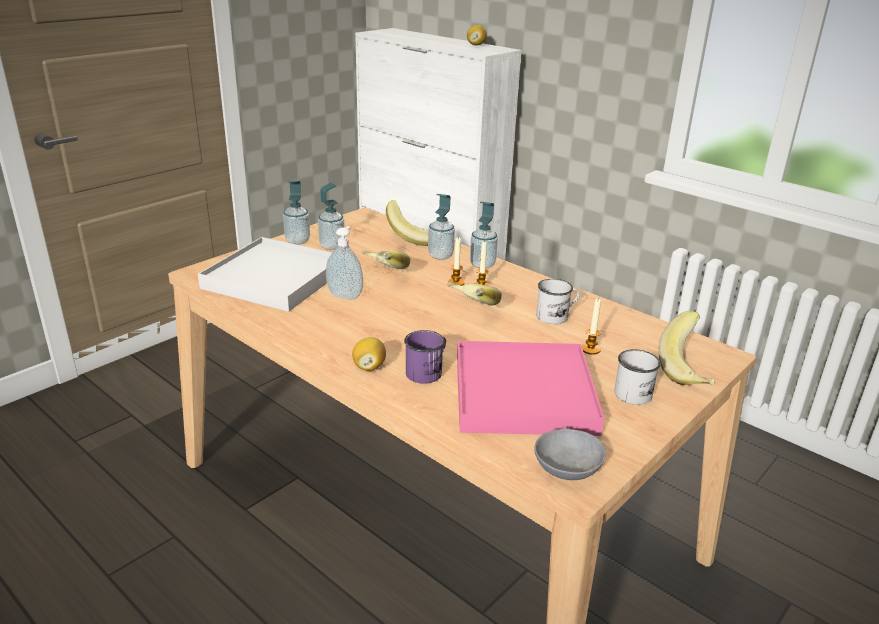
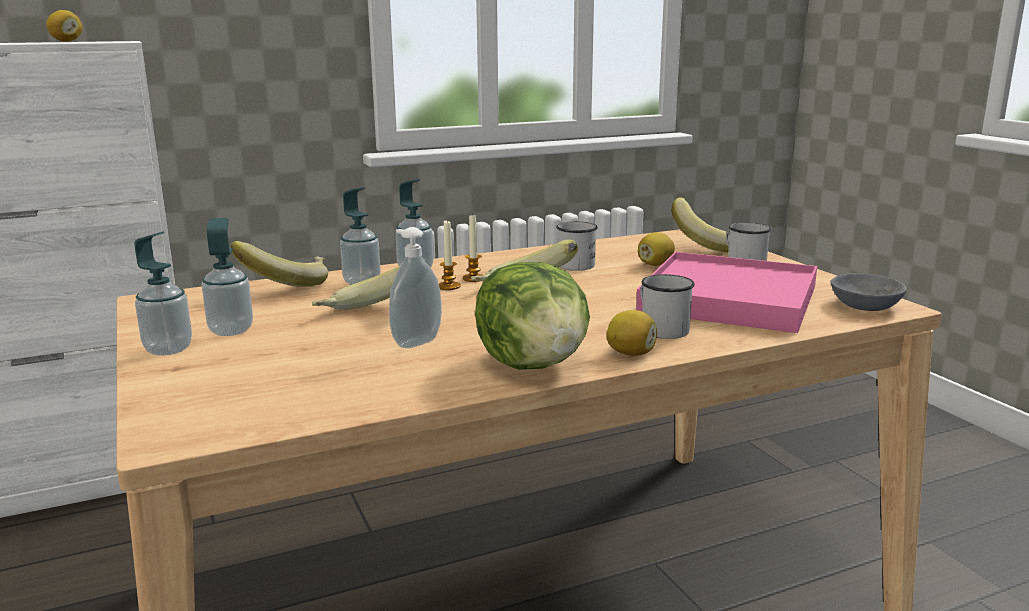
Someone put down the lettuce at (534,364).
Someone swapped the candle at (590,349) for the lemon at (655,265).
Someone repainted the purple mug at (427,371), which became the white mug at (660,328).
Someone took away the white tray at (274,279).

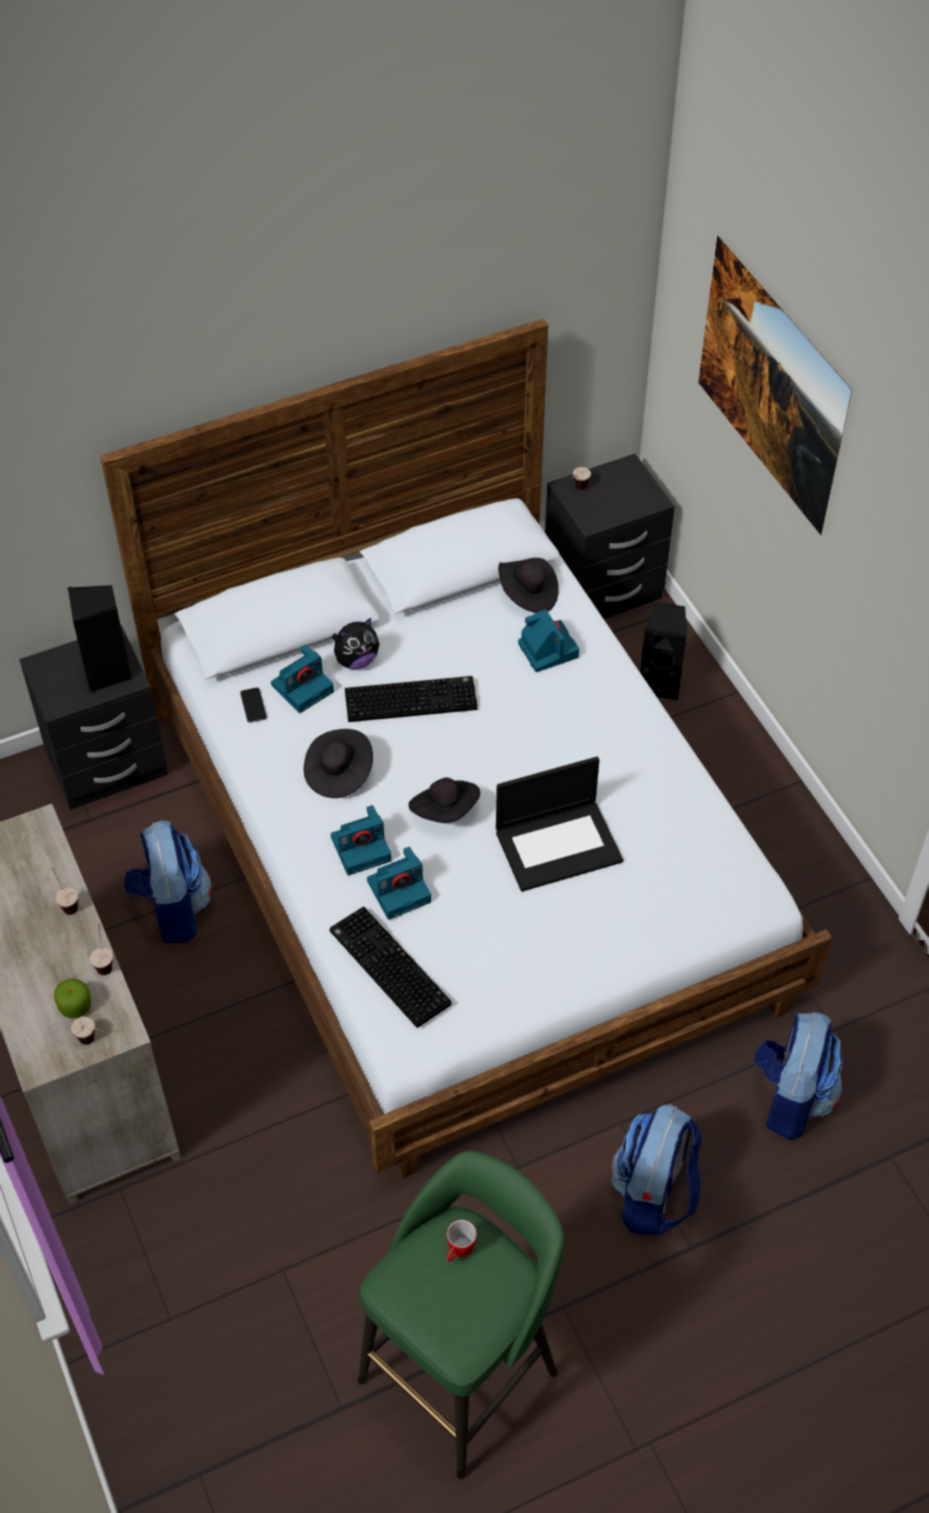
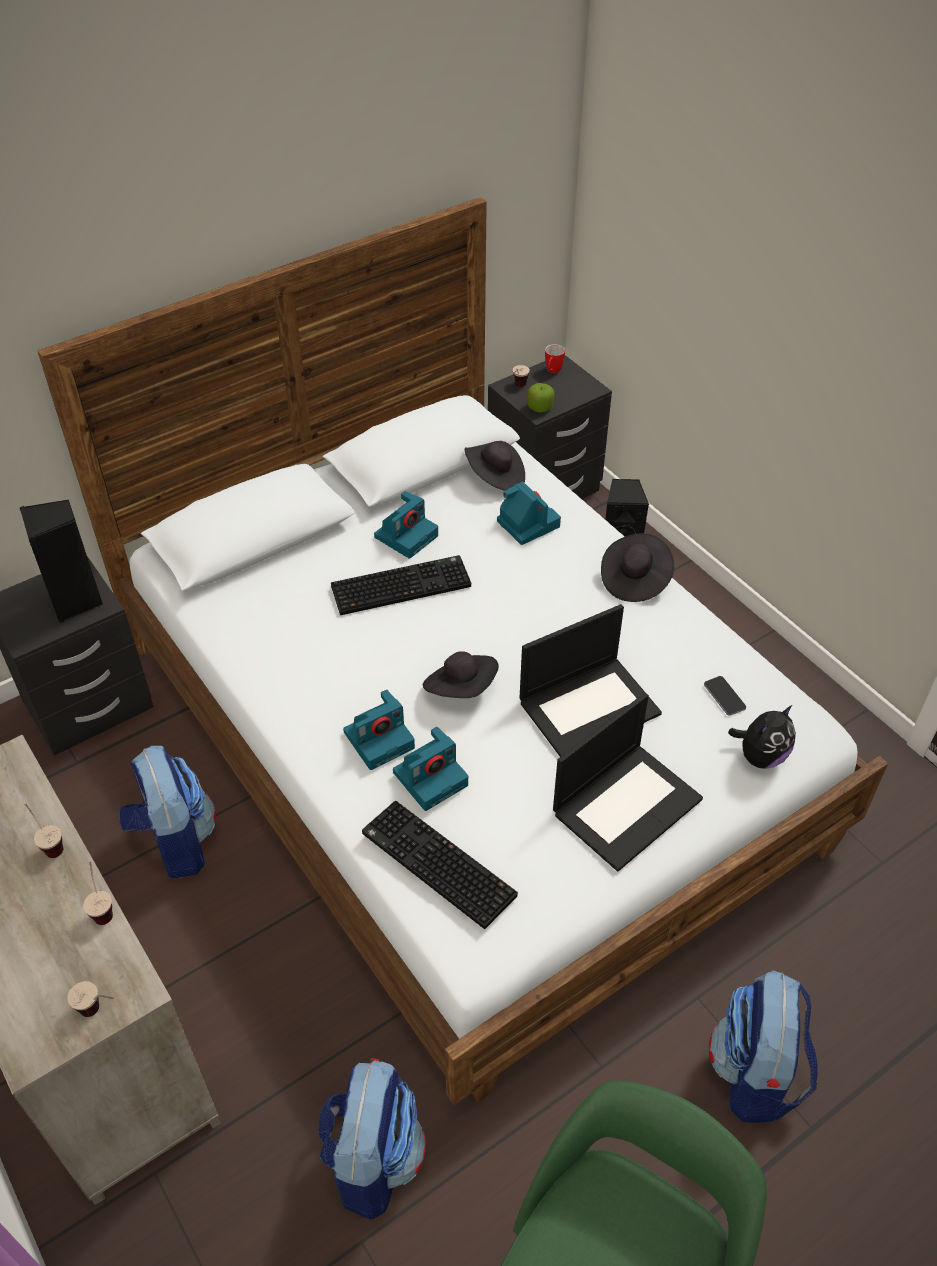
Someone carried the backpack from (790,1097) to (372,1158).
Someone carried the photo camera from (303,687) to (406,535).
Someone carried the apple from (75,1006) to (540,407).
Someone carried the mug from (458,1252) to (552,371).
Someone put down the laptop at (627,804).
Someone carried the black hat from (339,773) to (634,579).
Someone carried the phone from (253,706) to (724,697).
Someone carried the plush toy from (356,660) to (760,756).
Someone took away the picture at (763,421).

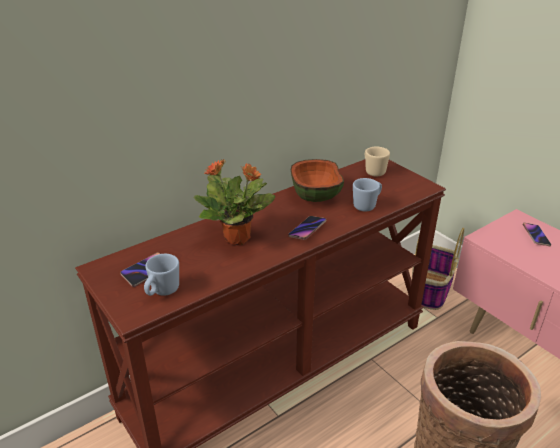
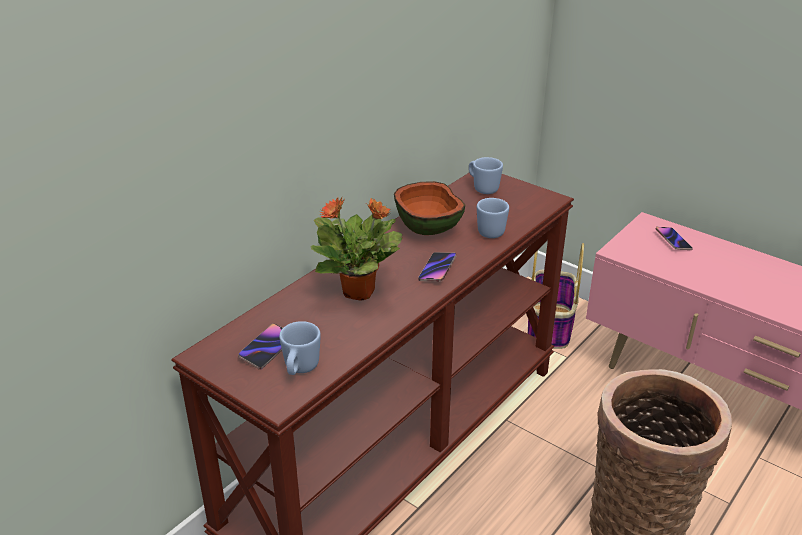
Someone repainted the beige mug at (373,171), which became the blue mug at (482,188).

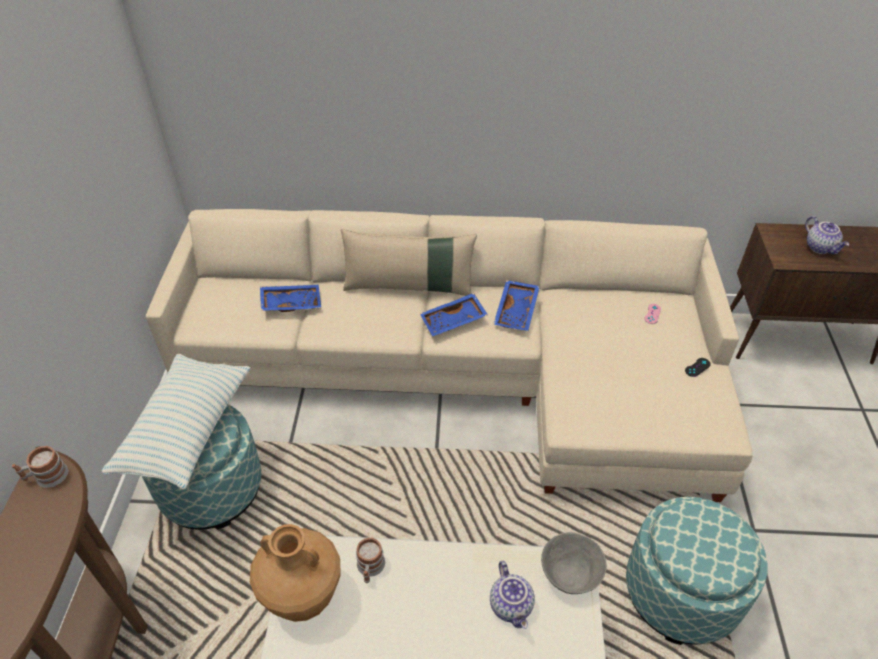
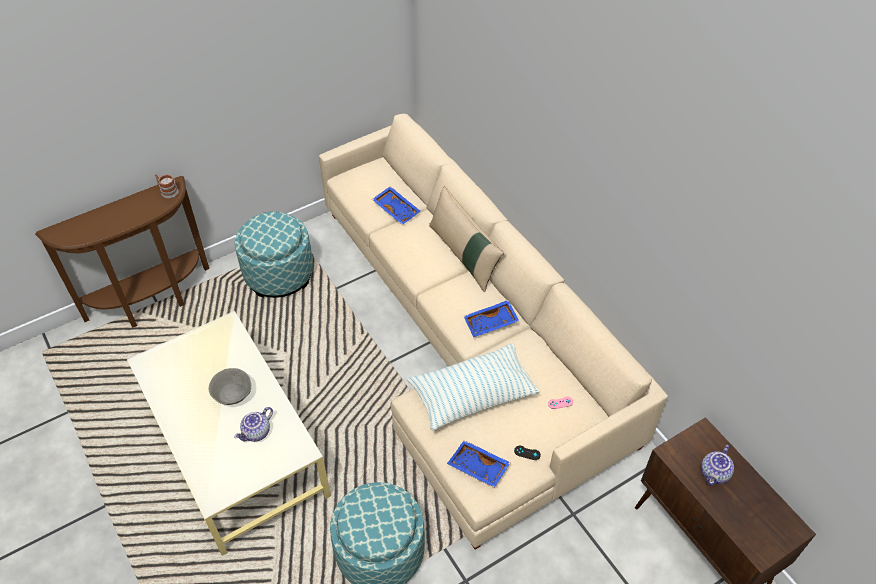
Someone carried the grey bowl from (570,575) to (232,395).
Someone carried the pillow from (186,430) to (472,395).
Someone carried the blue tray from (453,321) to (477,468).
Someone took away the brown vase at (302,597).
Someone took away the mug at (370,568).

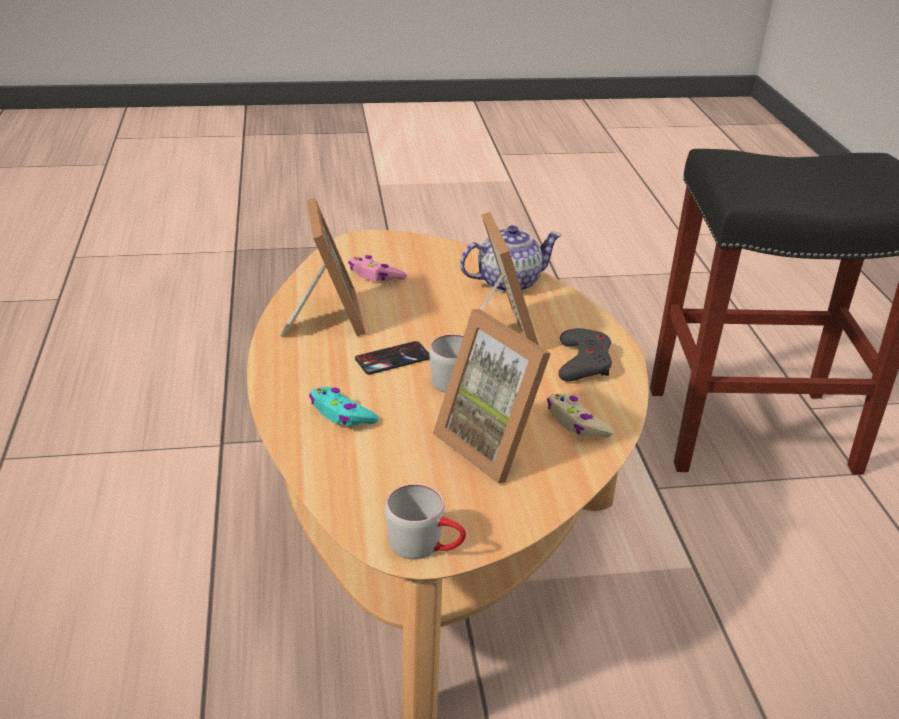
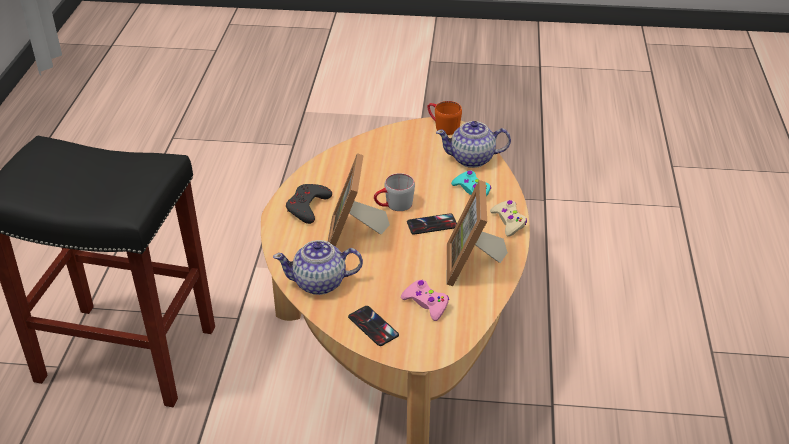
Someone put down the phone at (373,326).
Someone repainted the grey mug at (426,546), which became the orange mug at (442,126).
Someone put down the teapot at (472,159).
Someone carried the beige game controller from (576,423) to (508,222).
Someone took away the picture frame at (494,444).

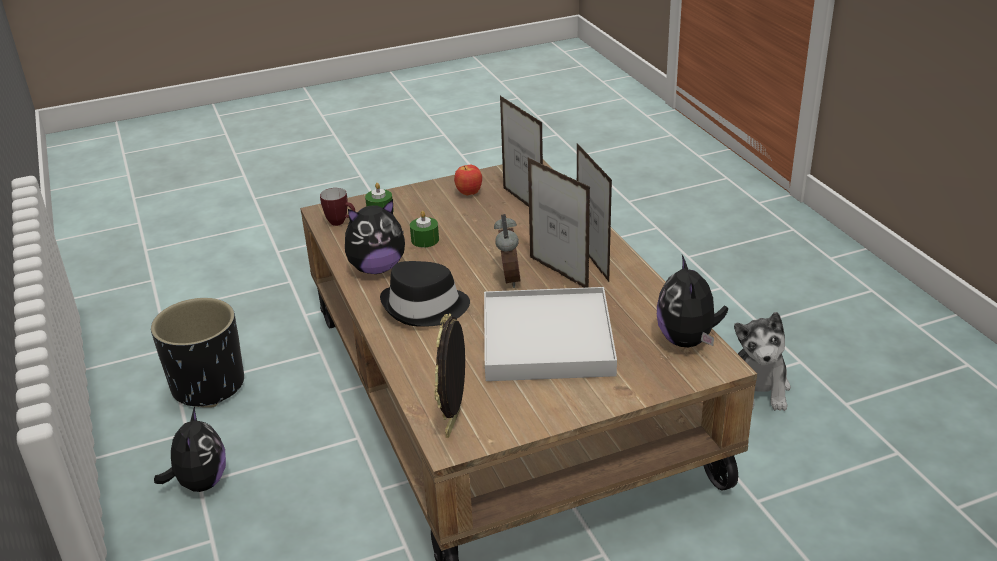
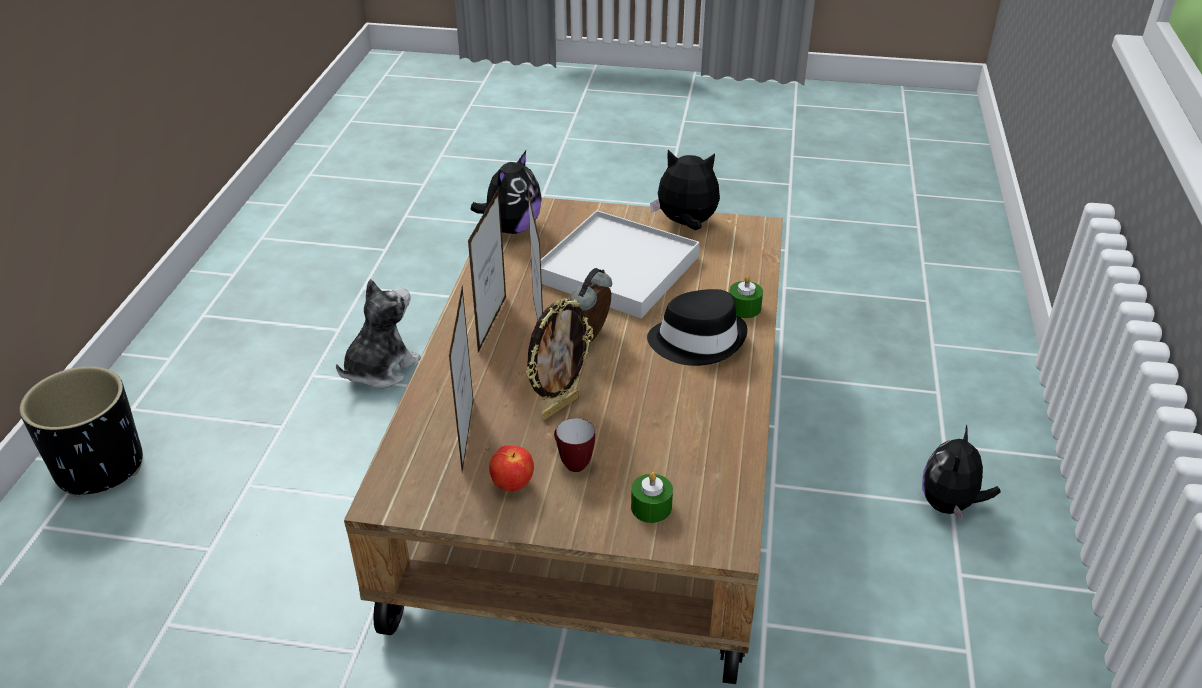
Someone carried the black planter from (208,385) to (99,468).
Someone carried the picture frame from (455,423) to (559,406).
Someone carried the mug from (341,222) to (571,463).
Someone carried the plush toy from (377,268) to (686,224).
Someone carried the green candle from (425,240) to (744,308).

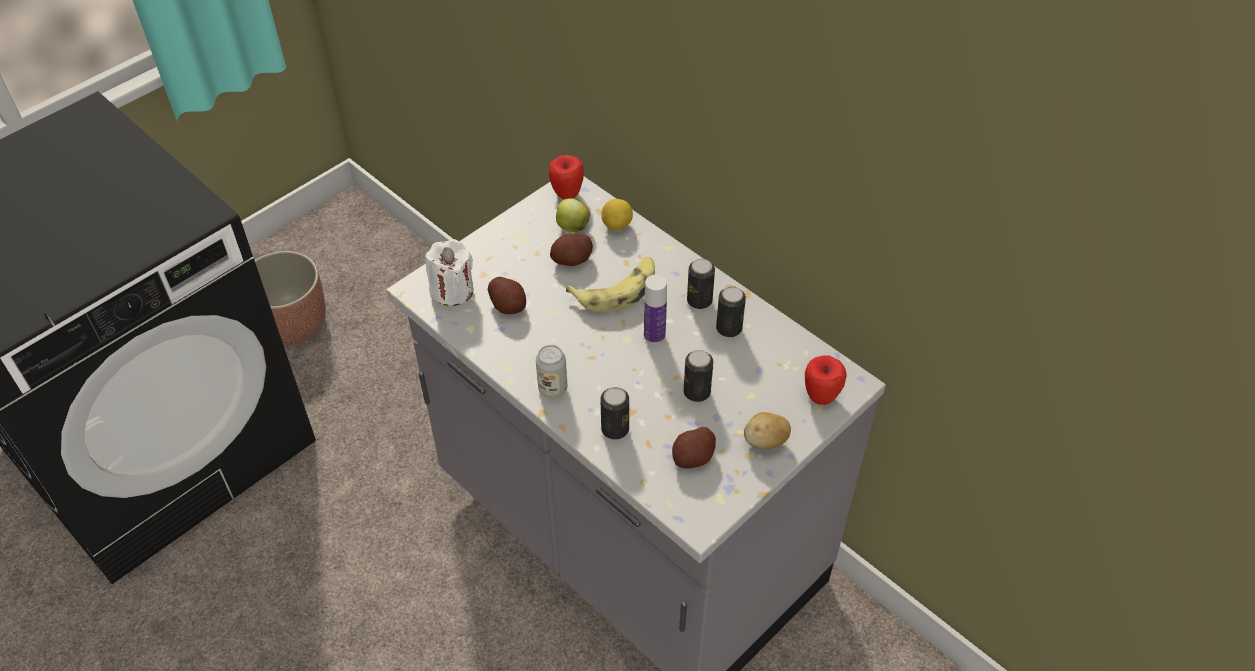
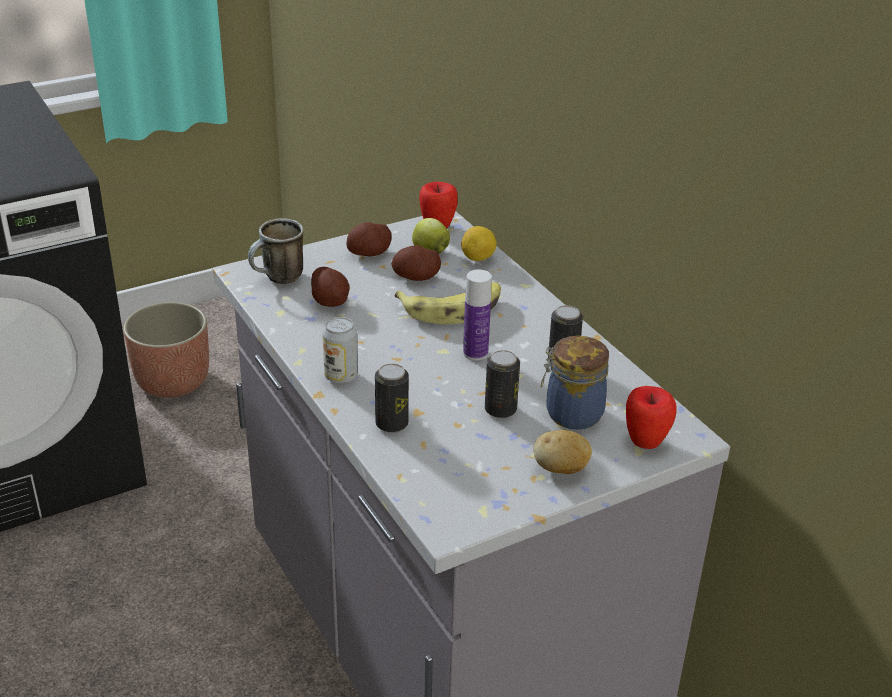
Someone swapped the white candle at (452,290) for the mug at (278,279).
Someone carried the potato from (693,457) to (369,253).
Someone put down the jar at (571,413).
Someone took away the can at (699,301).

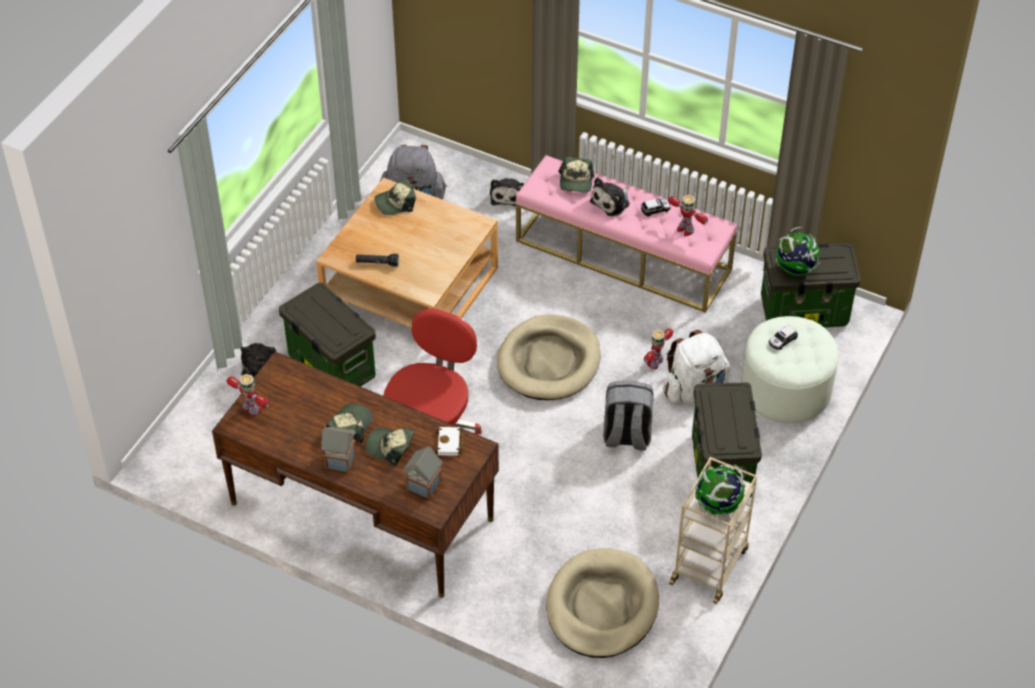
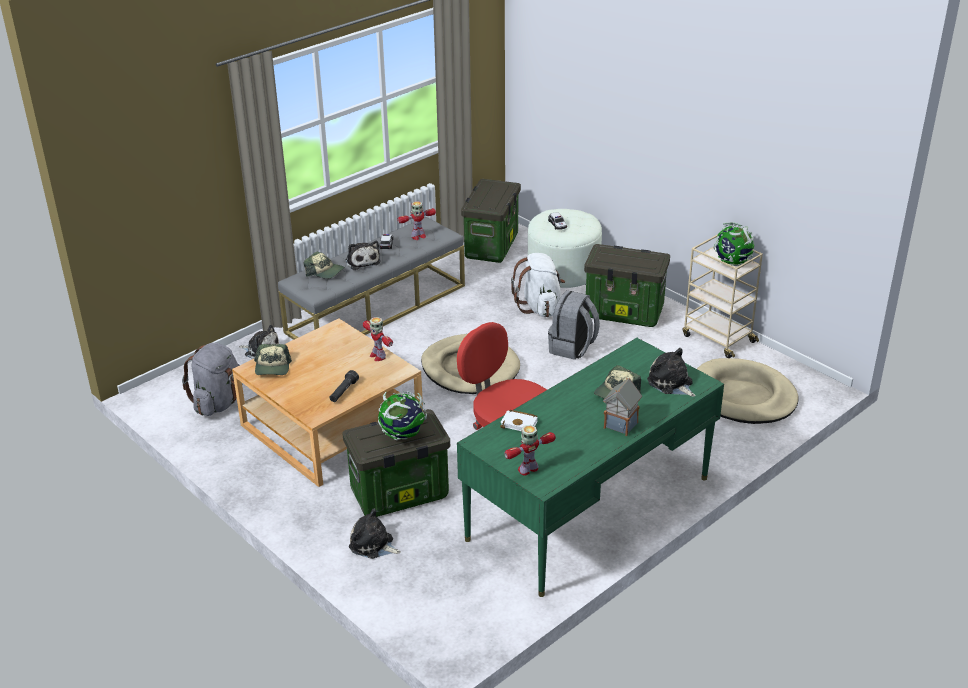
Someone repainted the pink bench at (623,255), which became the grey bench at (377,308).
Someone carried the toy robot from (655,362) to (378,356).
Someone carried the globe from (795,269) to (403,435).
Someone repainted the brown desk at (362,511), which became the green desk at (589,508).
Someone carried the white book from (450,444) to (520,423).
Someone swapped the toy house at (424,486) for the plush toy at (671,383).
Someone took away the cap at (350,426).

